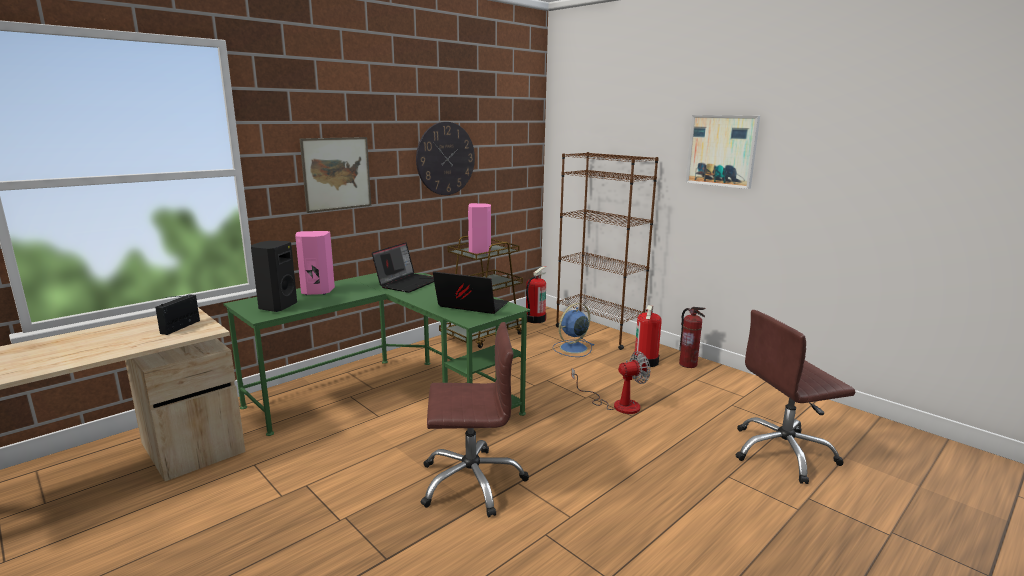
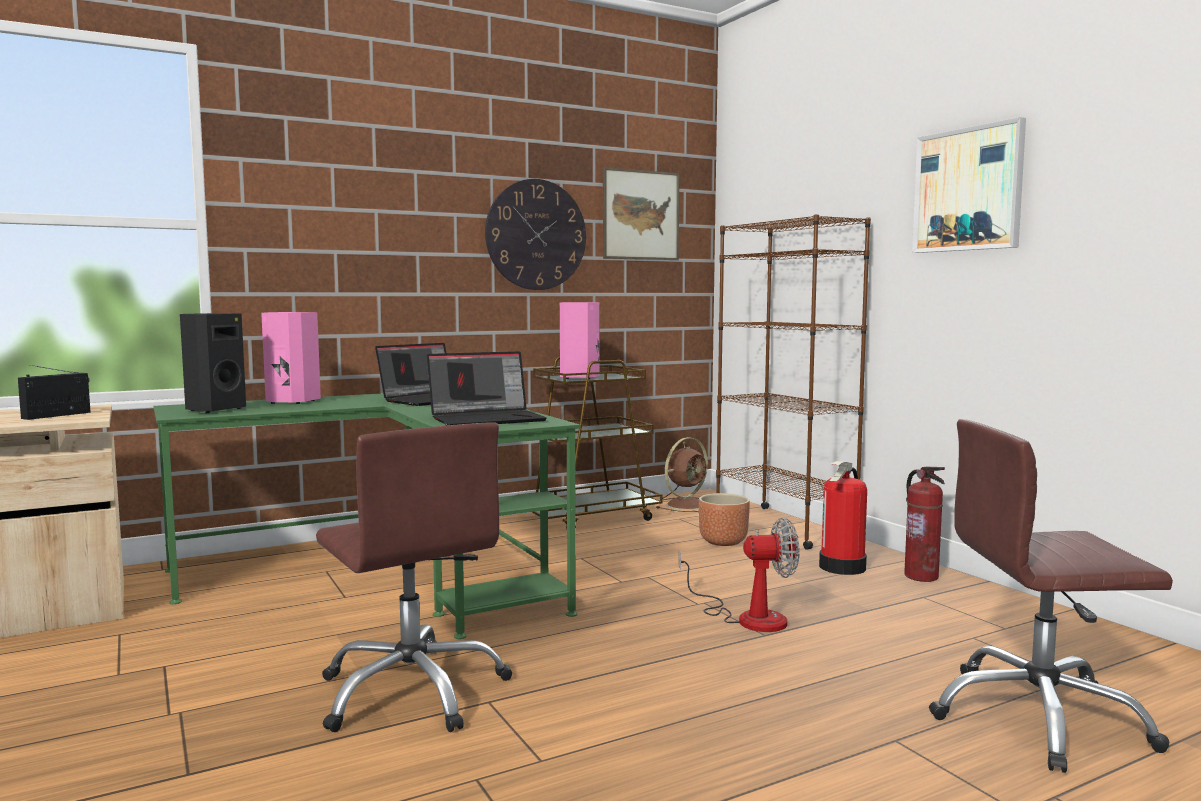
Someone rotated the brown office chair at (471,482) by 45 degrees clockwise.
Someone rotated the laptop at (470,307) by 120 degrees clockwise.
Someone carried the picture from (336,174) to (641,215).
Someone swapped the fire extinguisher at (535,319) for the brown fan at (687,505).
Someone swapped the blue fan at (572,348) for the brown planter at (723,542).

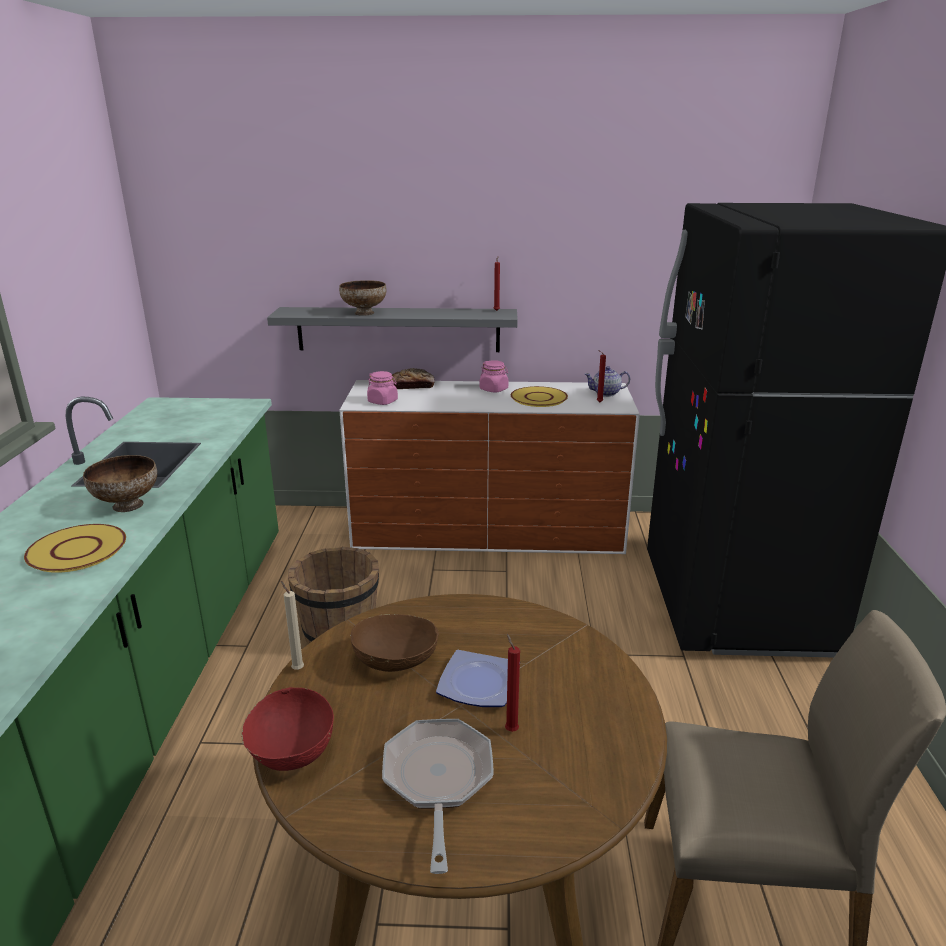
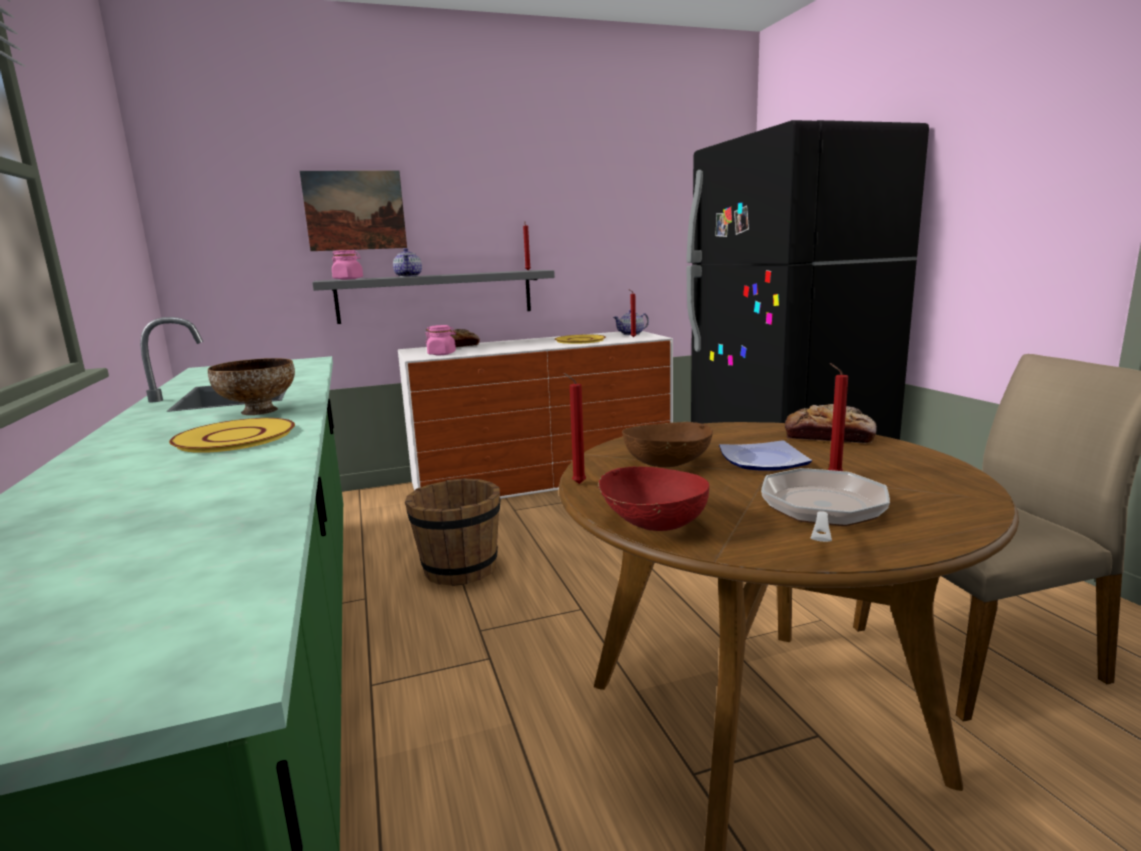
Someone put up the picture at (355,210).
Someone carried the pink jar from (494,389) to (348,279).
Someone swapped the bowl at (364,313) for the teapot at (408,276).
Someone repainted the beige candle at (297,668), which became the red candle at (577,483).
Someone rotated the frying pan at (438,781) by 45 degrees clockwise.
Someone put down the bread at (829,437).

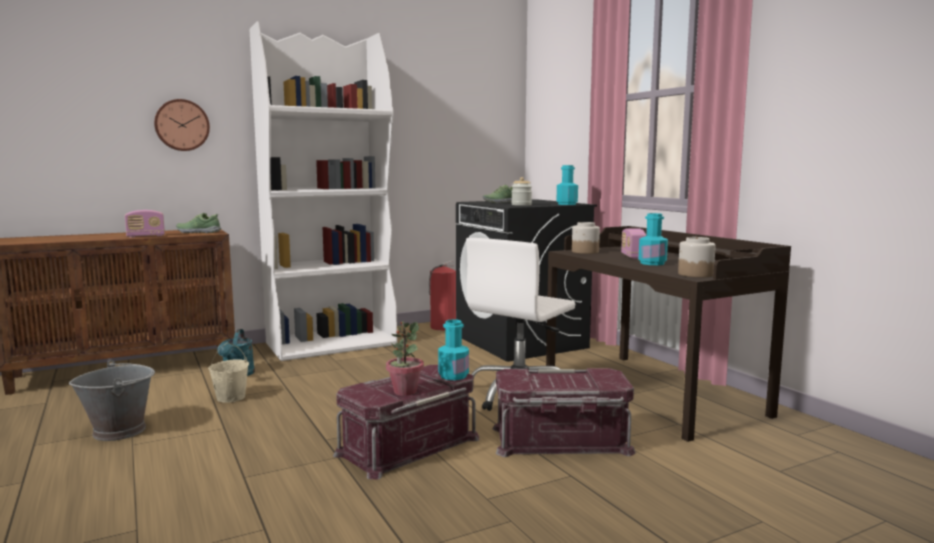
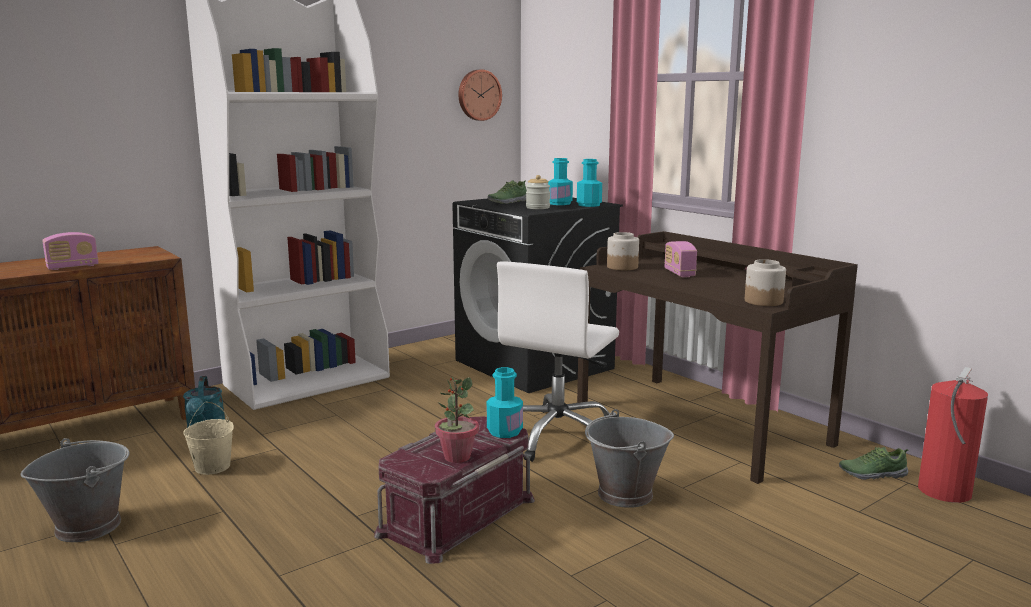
Someone carried the wall clock from (182,125) to (478,95).
Someone carried the turquoise bottle from (652,263) to (560,203).
Someone swapped the red storage box at (561,441) for the grey bucket at (625,494).
Someone carried the shoe from (198,232) to (872,474).
Someone carried the fire extinguisher from (442,327) to (943,491).

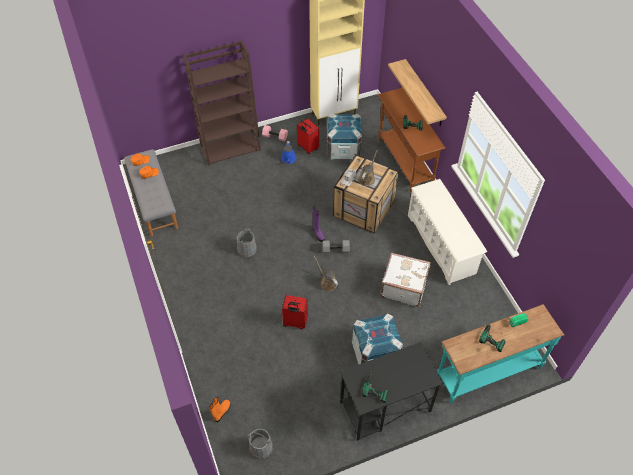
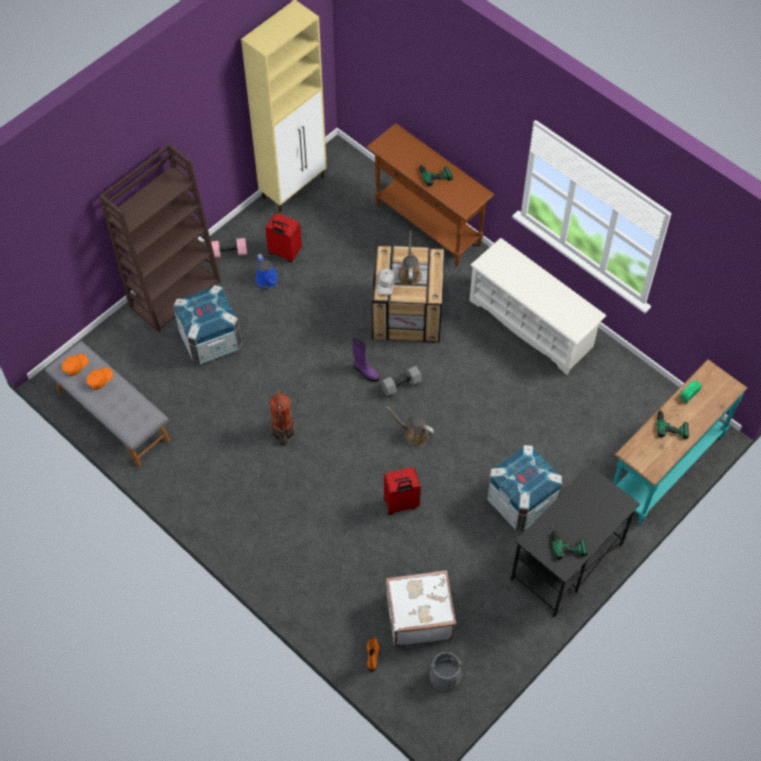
Someone carried the crate from (343,149) to (210,340).
Someone swapped the grey bucket at (246,249) for the fire extinguisher at (282,431).
Someone carried the white suitcase from (403,287) to (418,616).
Someone took away the shelf at (424,94).

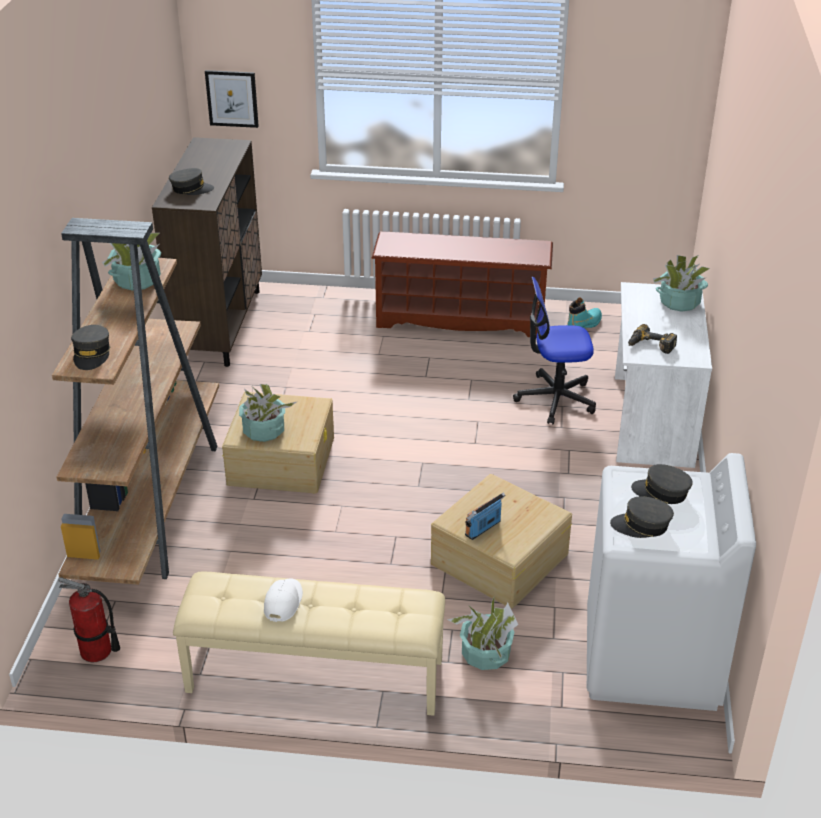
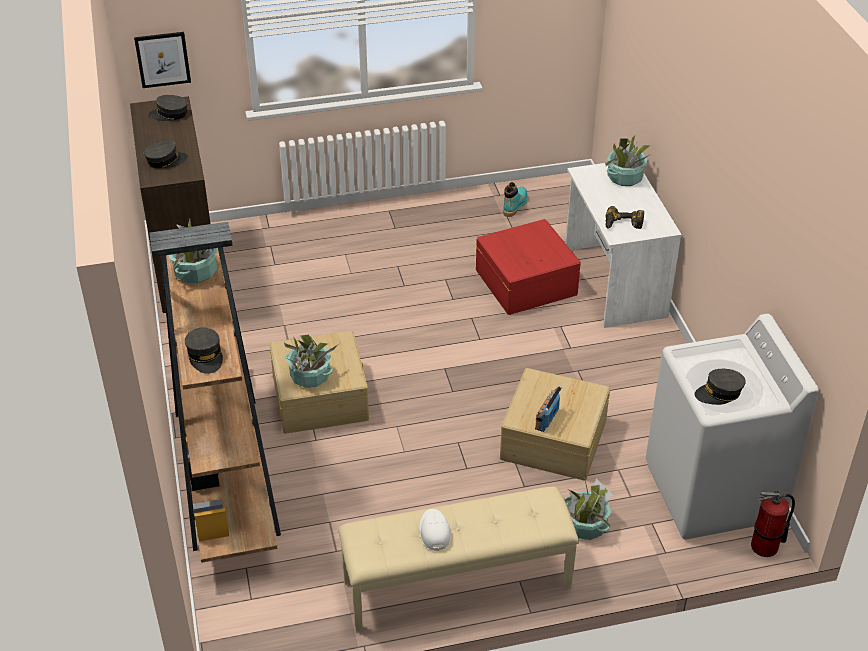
Someone carried the grey cap from (661,492) to (169,114).
Someone swapped the office chair at (555,399) for the red storage box at (526,281).
Someone carried the fire extinguisher from (96,651) to (765,547).
Someone took away the brown shoe rack at (461,319).

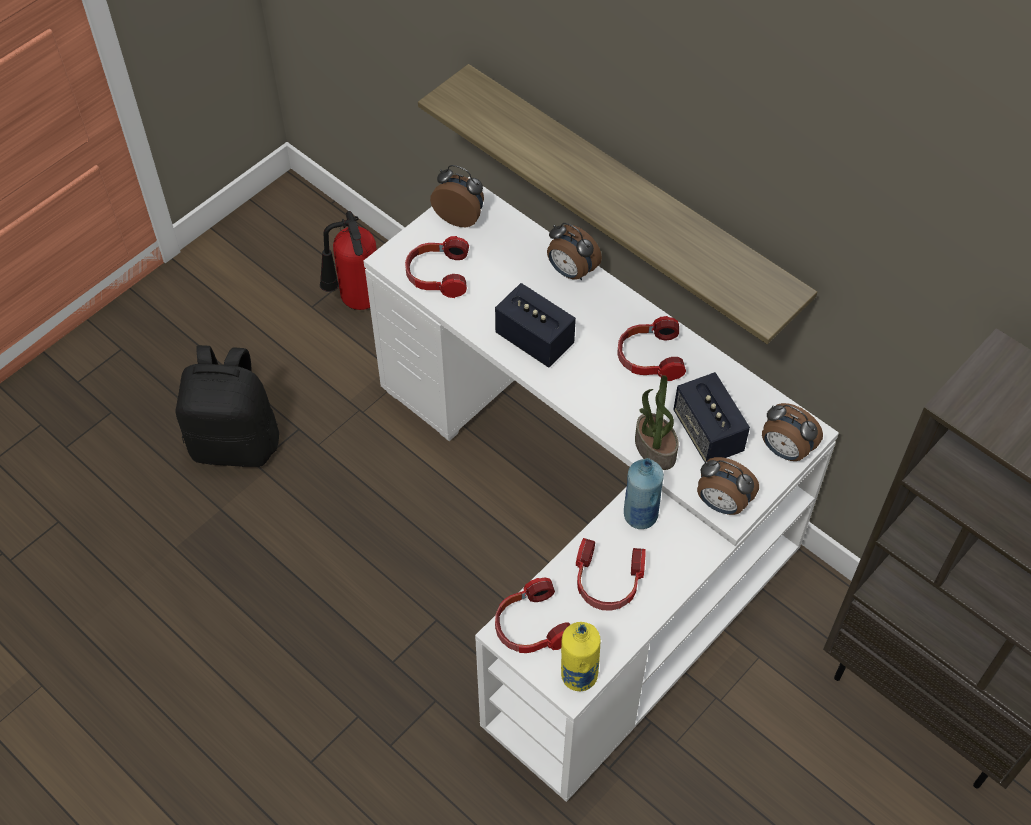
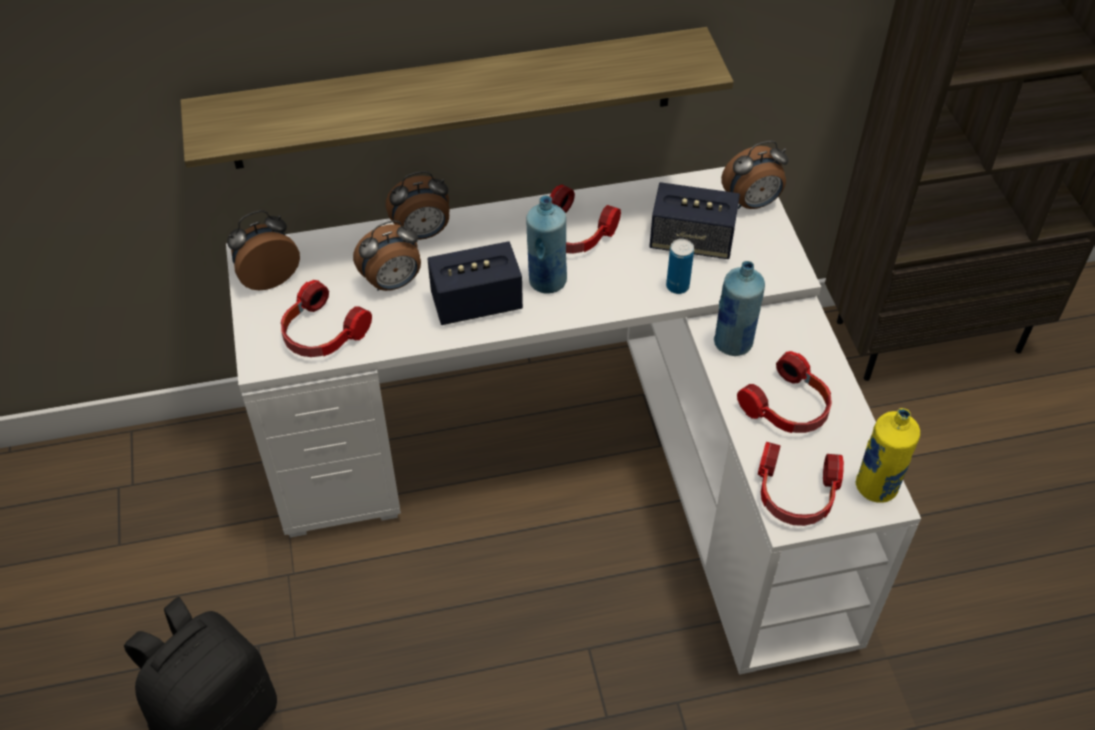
Someone carried the alarm clock from (721,504) to (393,283).
Someone put down the blue bottle at (547,281).
Someone swapped the potted plant at (654,448) for the can at (677,286).
Someone took away the fire extinguisher at (356,301).

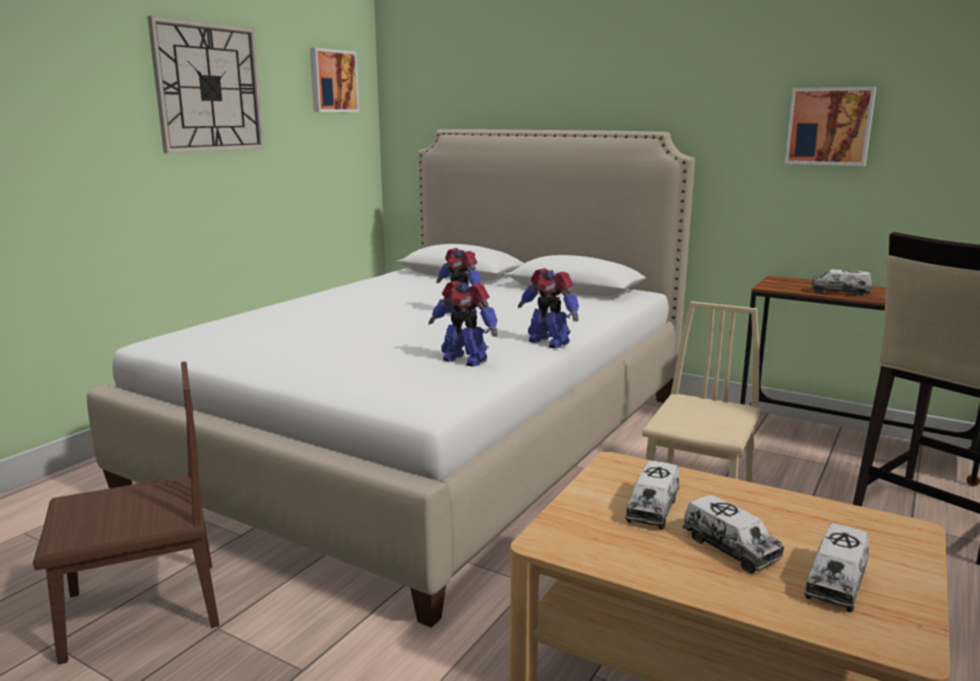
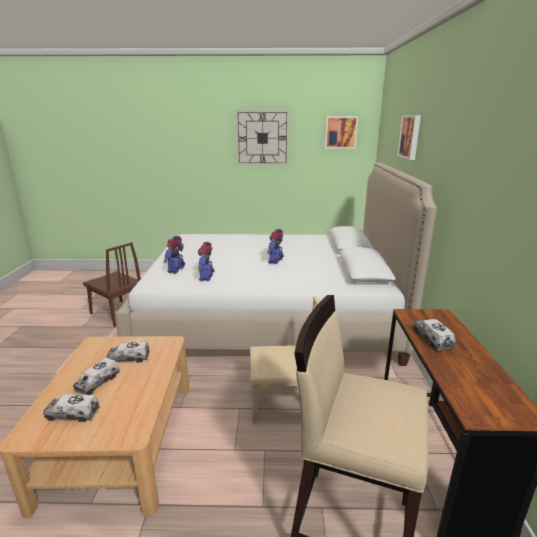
Someone carried the toy robot from (549,342) to (176,270).
Someone carried the picture from (829,126) to (410,136).

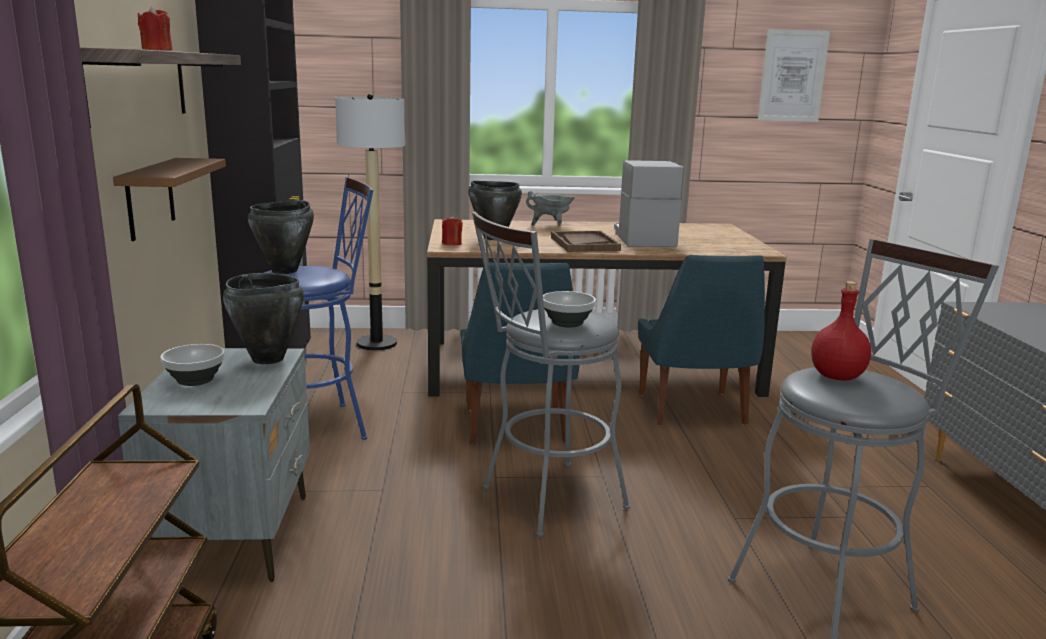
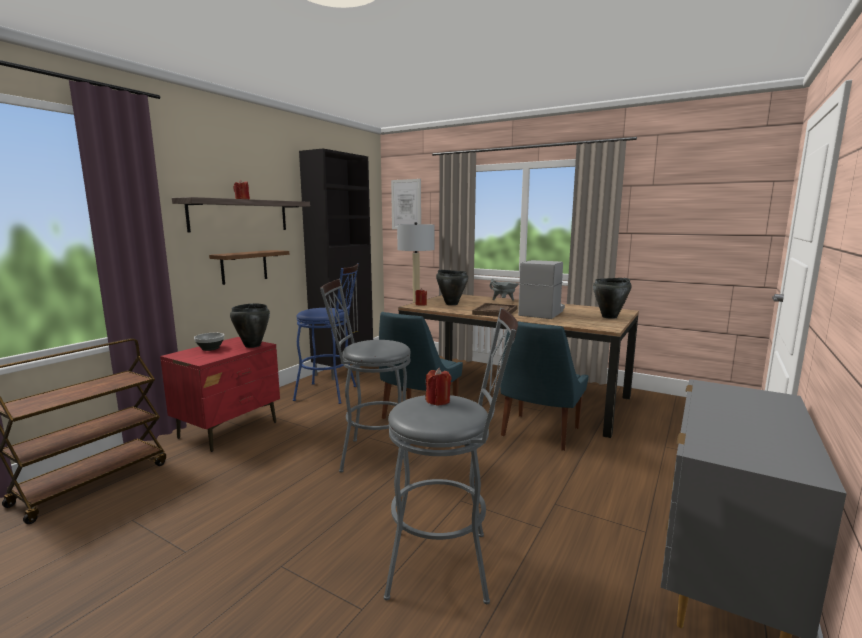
Someone repainted the grey nightstand at (237,535), which became the red nightstand at (229,429).
Someone carried the picture from (792,76) to (406,204).
Someone swapped the red bottle at (837,376) for the red candle at (438,401).
Someone carried the black cooking pot from (285,271) to (610,317).
Someone took away the bowl at (566,323).

